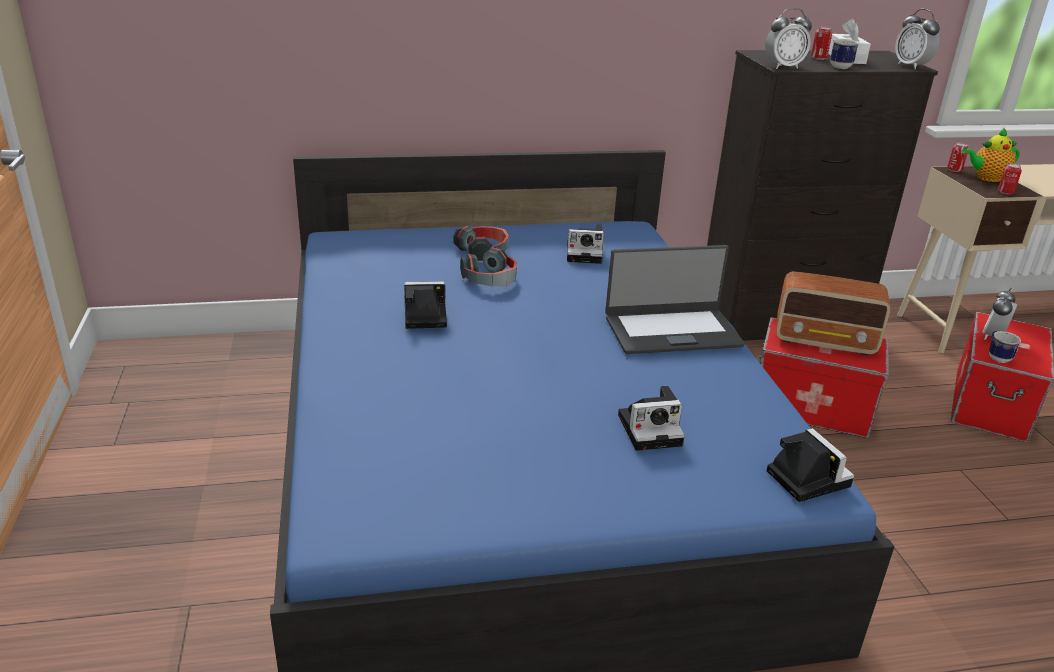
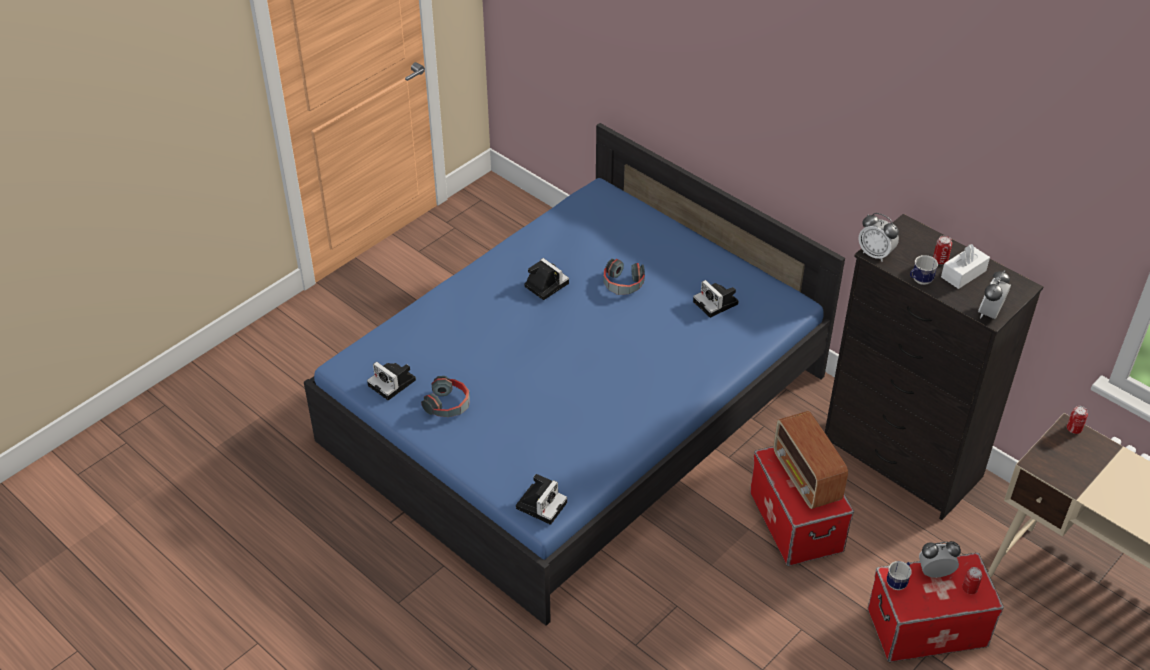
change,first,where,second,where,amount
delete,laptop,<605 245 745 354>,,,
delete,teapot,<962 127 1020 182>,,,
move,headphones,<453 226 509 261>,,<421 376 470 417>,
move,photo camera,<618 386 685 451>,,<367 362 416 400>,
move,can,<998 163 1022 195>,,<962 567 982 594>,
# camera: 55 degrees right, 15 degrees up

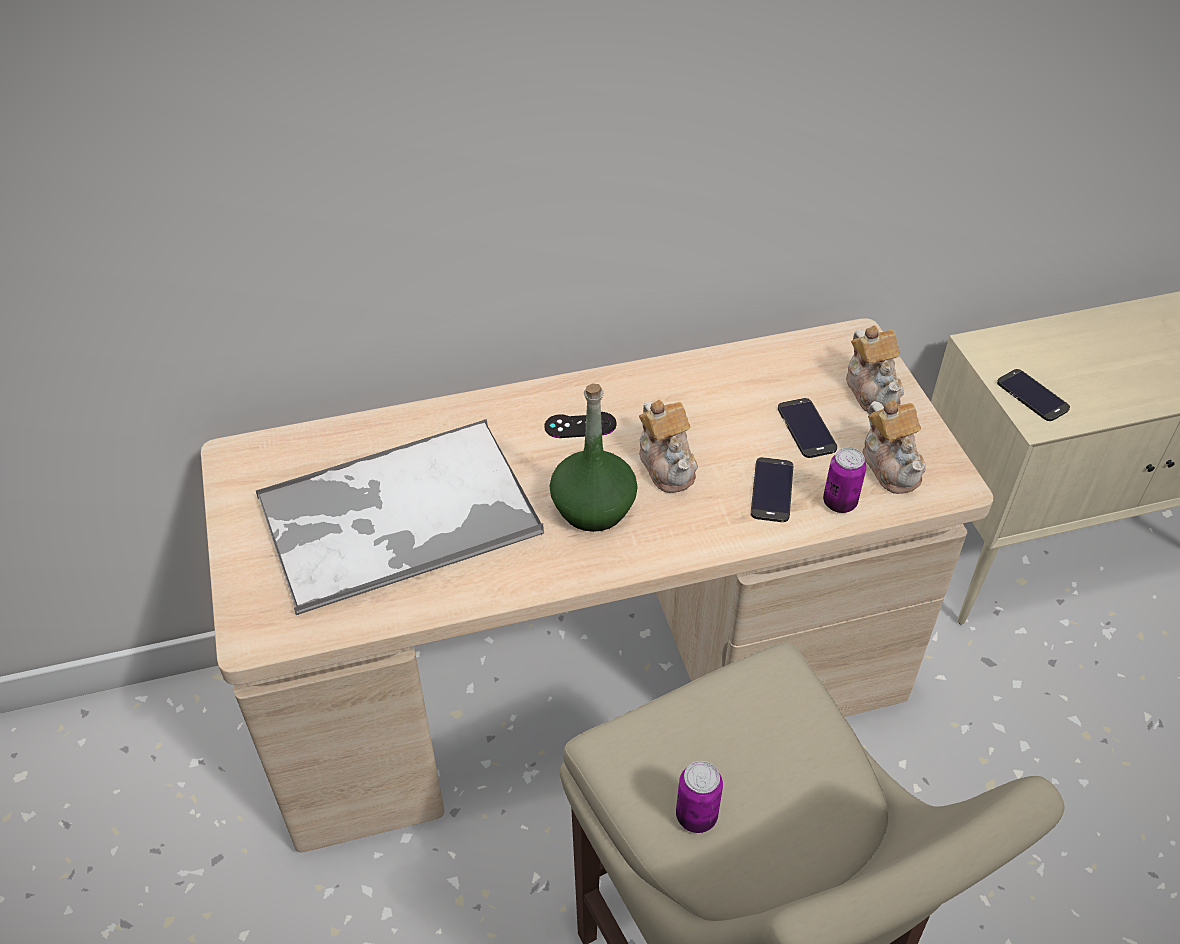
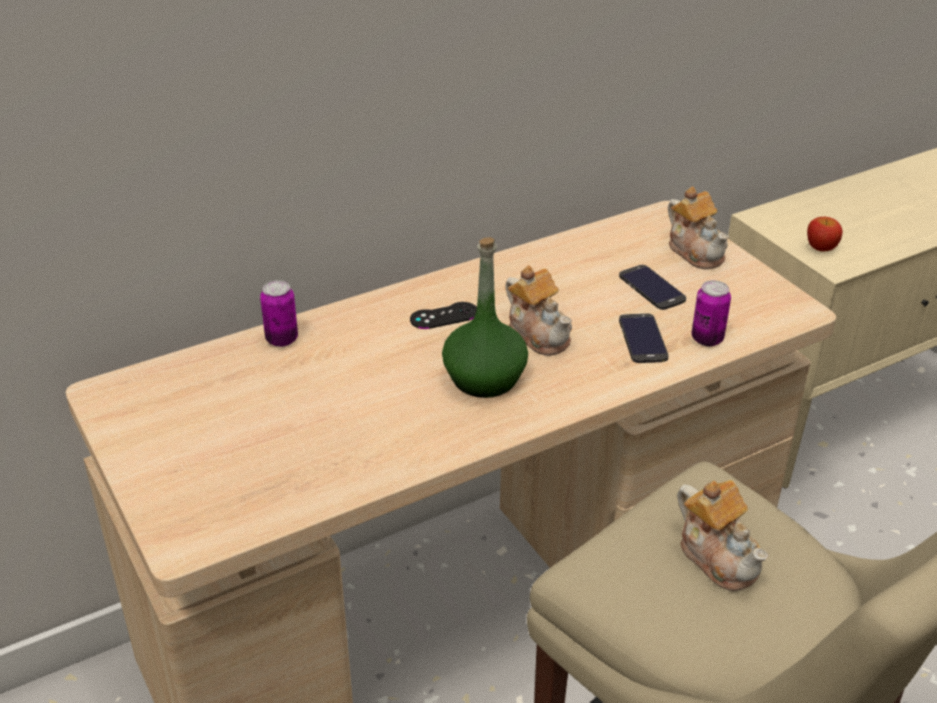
change,first,where,second,where,amount
delete,tray,<256 419 544 615>,,,
move,can,<676 761 723 833>,,<260 280 298 347>,
move,teapot,<862 400 926 494>,,<677 480 768 591>,
replace,phone,<997 369 1070 421>,apple,<807 217 843 252>,
# camera: 15 degrees left, 10 degrees down

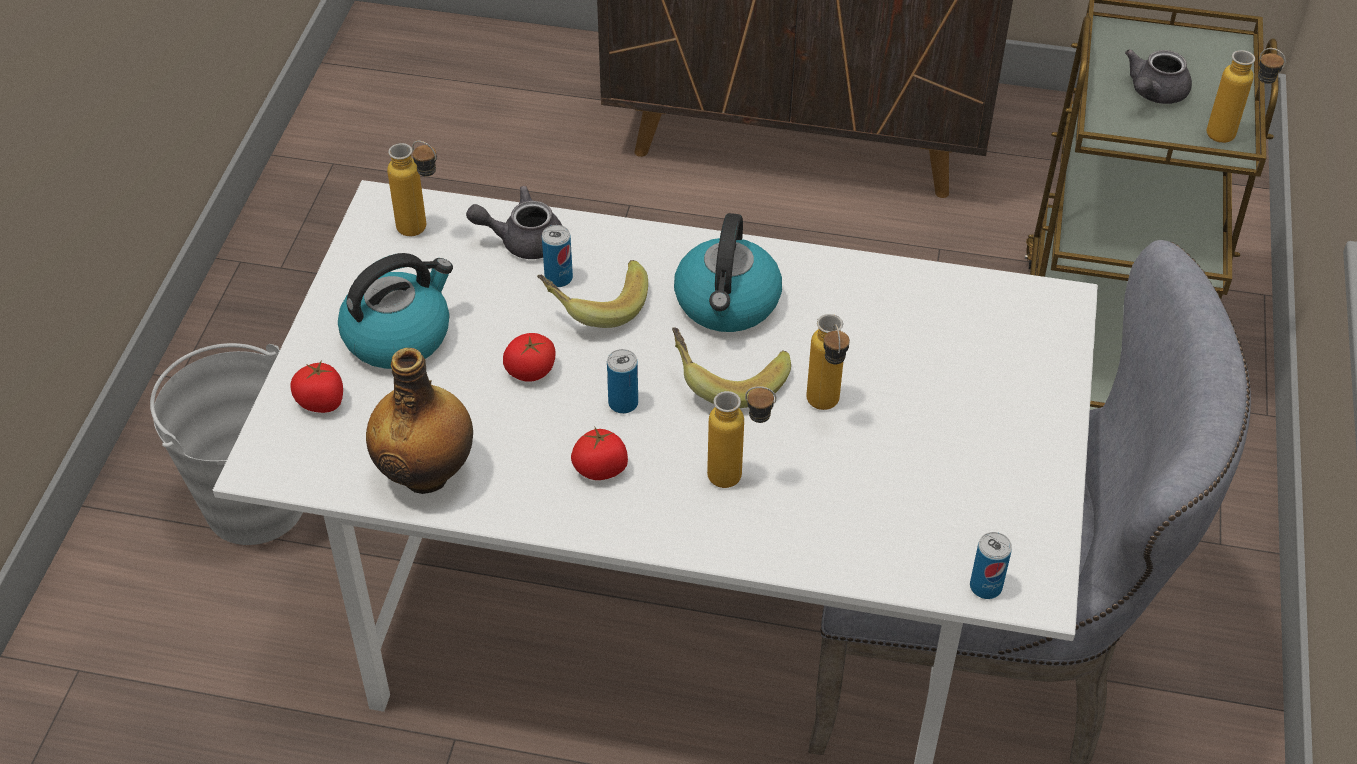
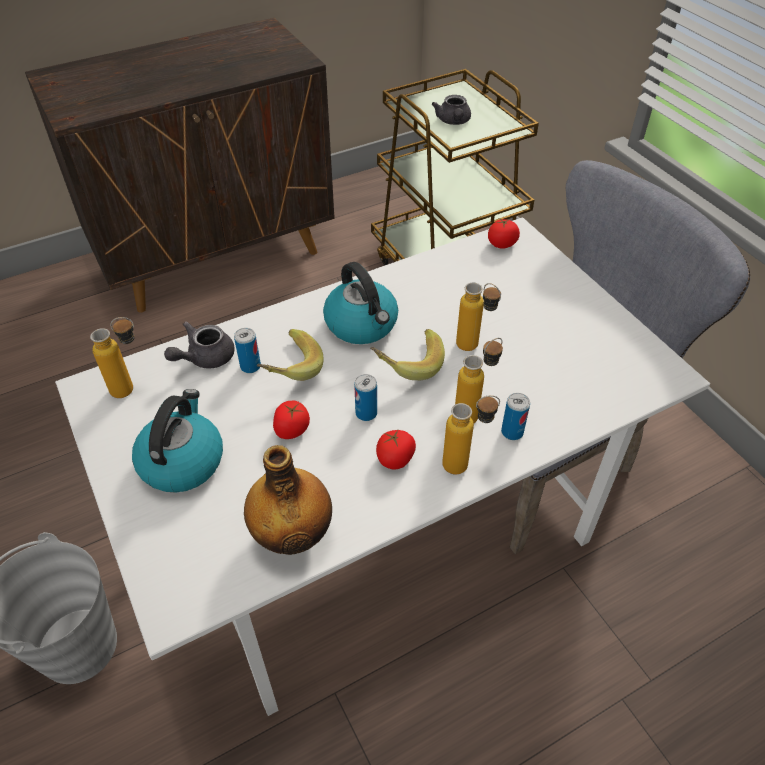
change,first,where,second,where,amount
move,tomato,<290 359 343 413>,,<488 219 520 249>,
move,can,<970 532 1012 599>,,<501 393 530 440>,
move,bottle,<1207 48 1286 143>,,<442 395 500 475>,
# camera: 40 degrees left, 0 degrees up

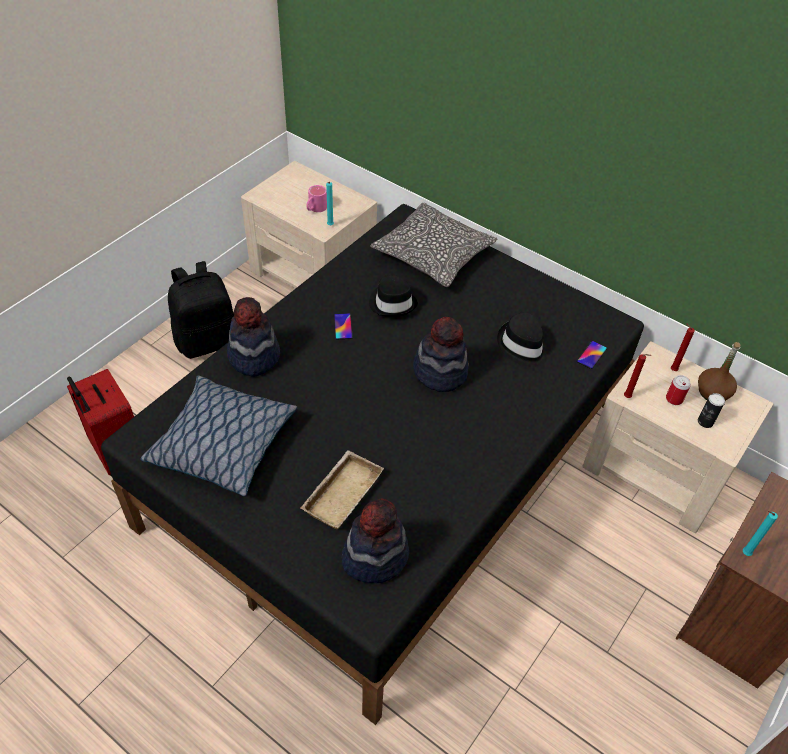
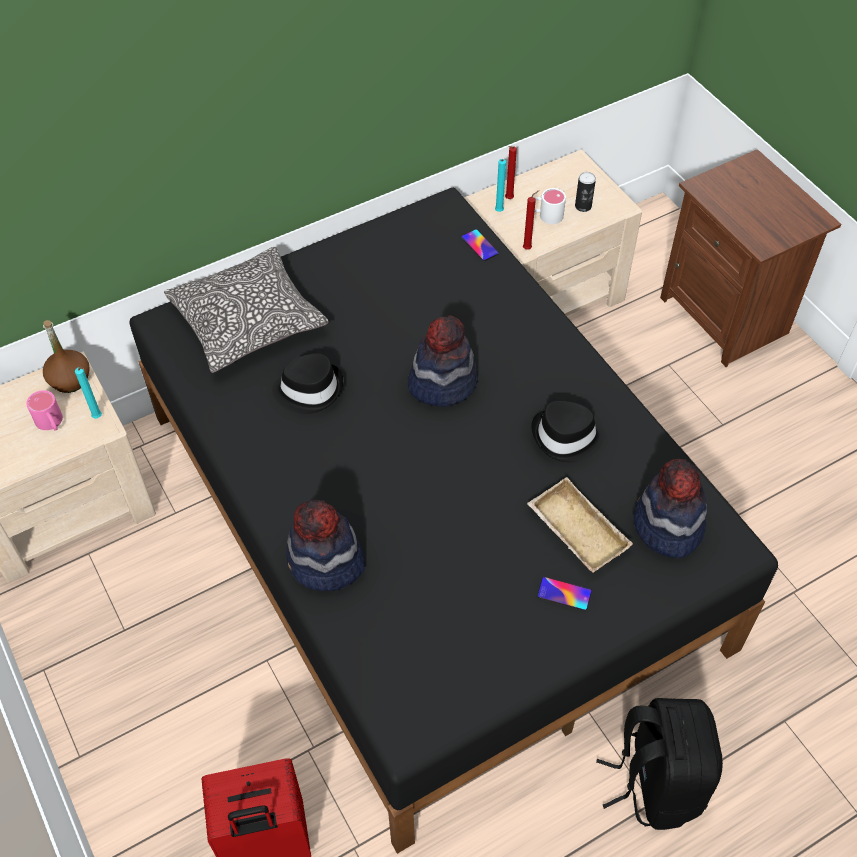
change,first,where,second,where,amount
delete,pillow,<141 375 297 496>,,,
move,black backpack,<168 261 234 359>,,<596 698 723 830>,
move,phone,<334 313 353 339>,,<537 577 592 610>,
move,black hat,<497 312 549 367>,,<531 401 605 462>,
move,brown bottle,<698 342 741 401>,,<43 320 90 393>,
move,turquoise candle,<743 511 778 556>,,<495 159 506 212>,
replace,can,<666 375 691 405>,white mug,<535 188 566 224>,
# camera: 65 degrees left, 5 degrees up

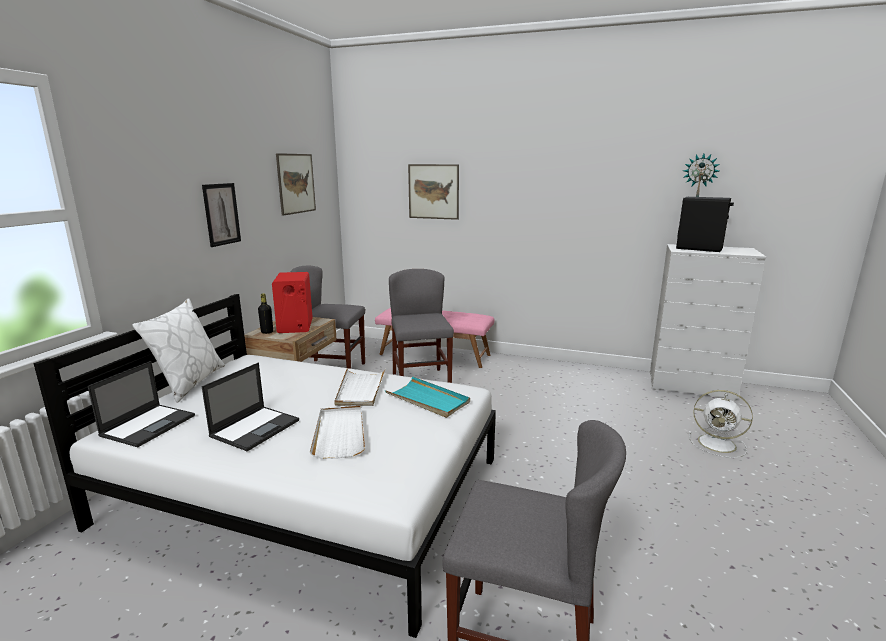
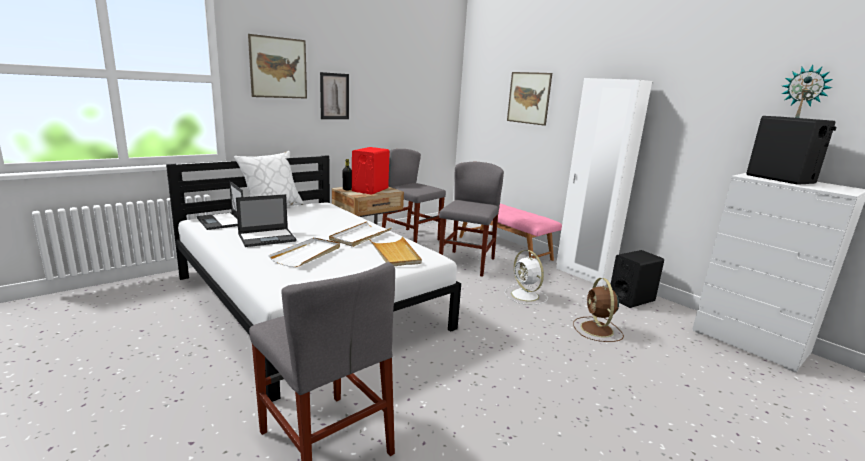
change,first,where,second,where,amount
insert,,,white wardrobe,<556 78 652 286>,
insert,,,brown fan,<574 278 624 342>,
insert,,,black speaker,<611 250 664 308>,
move,picture,<276 153 316 216>,,<248 34 307 99>,
move,white fan,<689 390 753 458>,,<505 250 548 305>,
recolor,turquoise tray,<385 376 470 418>,beige tray,<369 236 422 266>,
rotate,laptop,<88 361 195 447>,,<197 181 243 230>,90 degrees clockwise
# camera: 30 degrees right, 0 degrees up

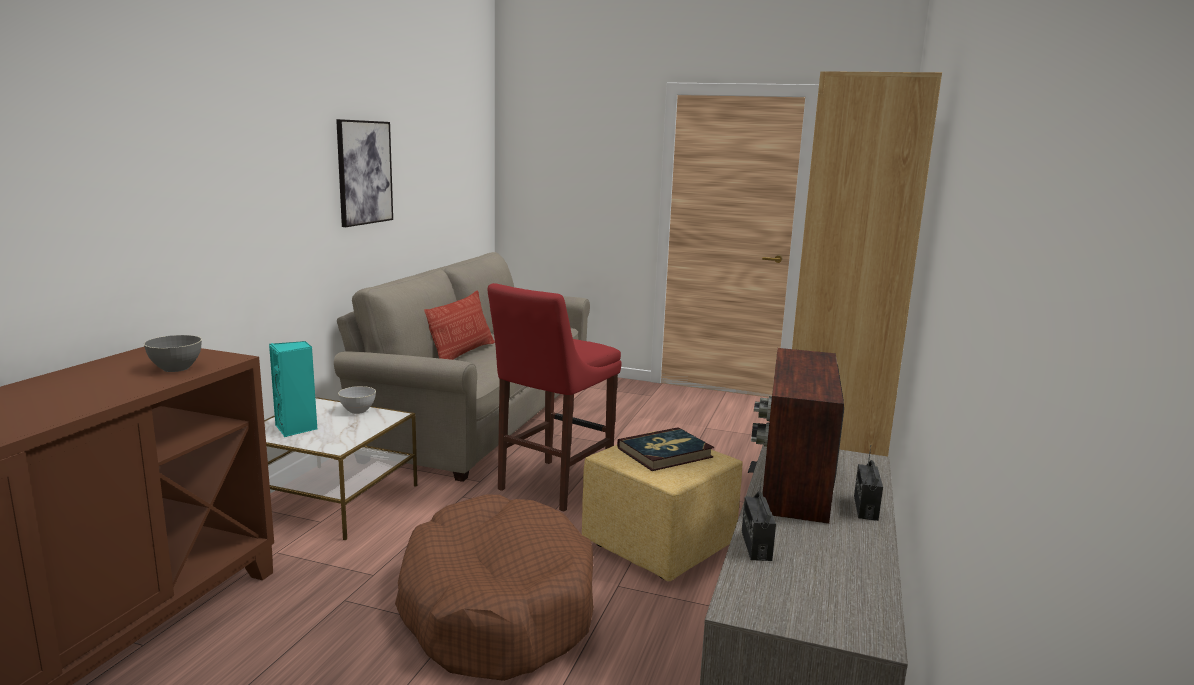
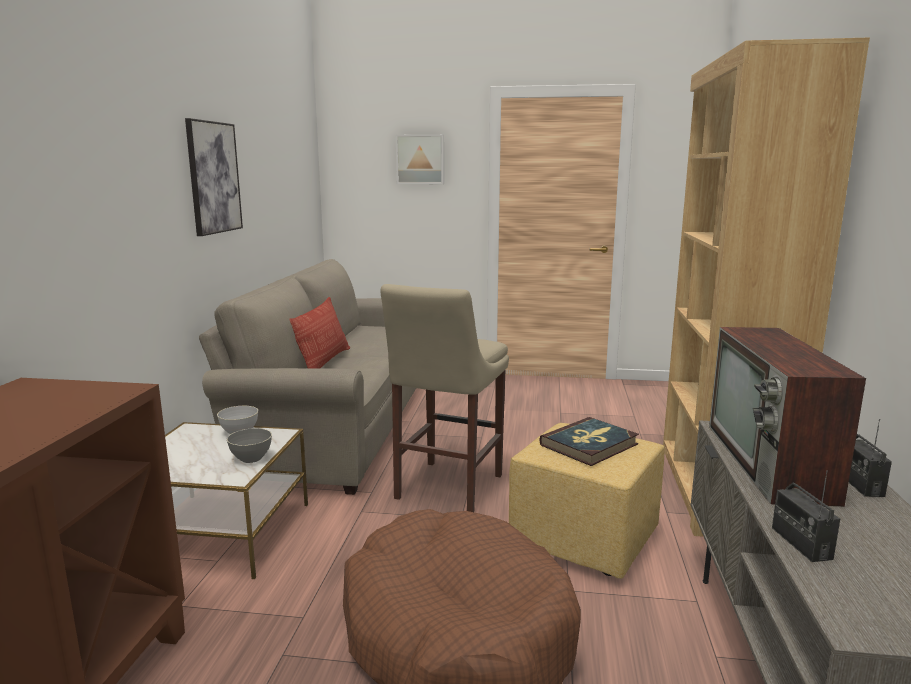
change,first,where,second,where,amount
delete,turquoise speaker,<269 341 318 437>,,,
insert,,,picture,<396 134 444 184>,
move,grey bowl,<144 335 202 372>,,<227 428 272 463>,
recolor,red stool,<488 283 622 512>,beige stool,<381 284 509 512>,
# camera: 10 degrees left, 0 degrees up

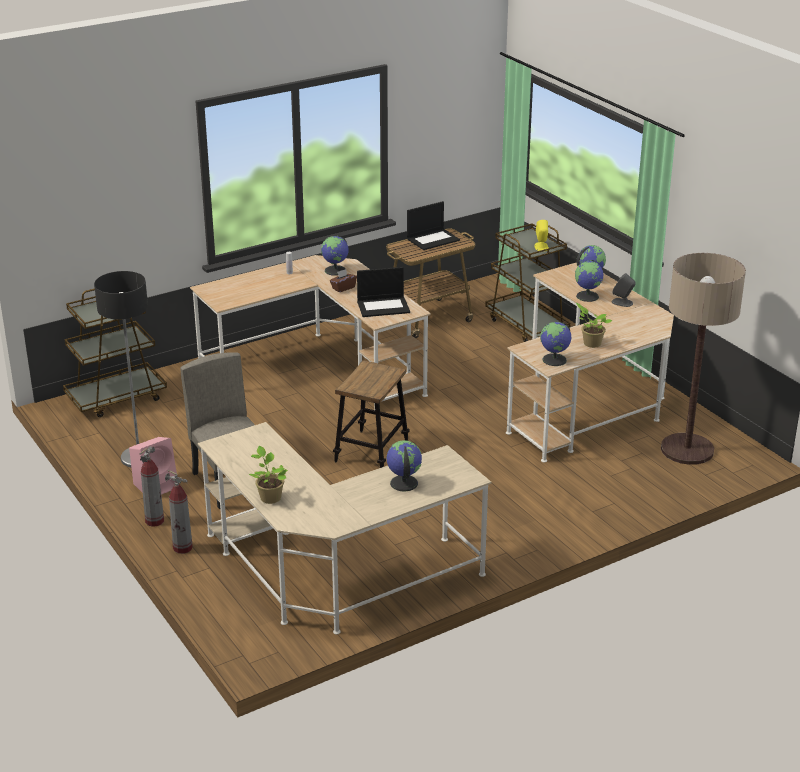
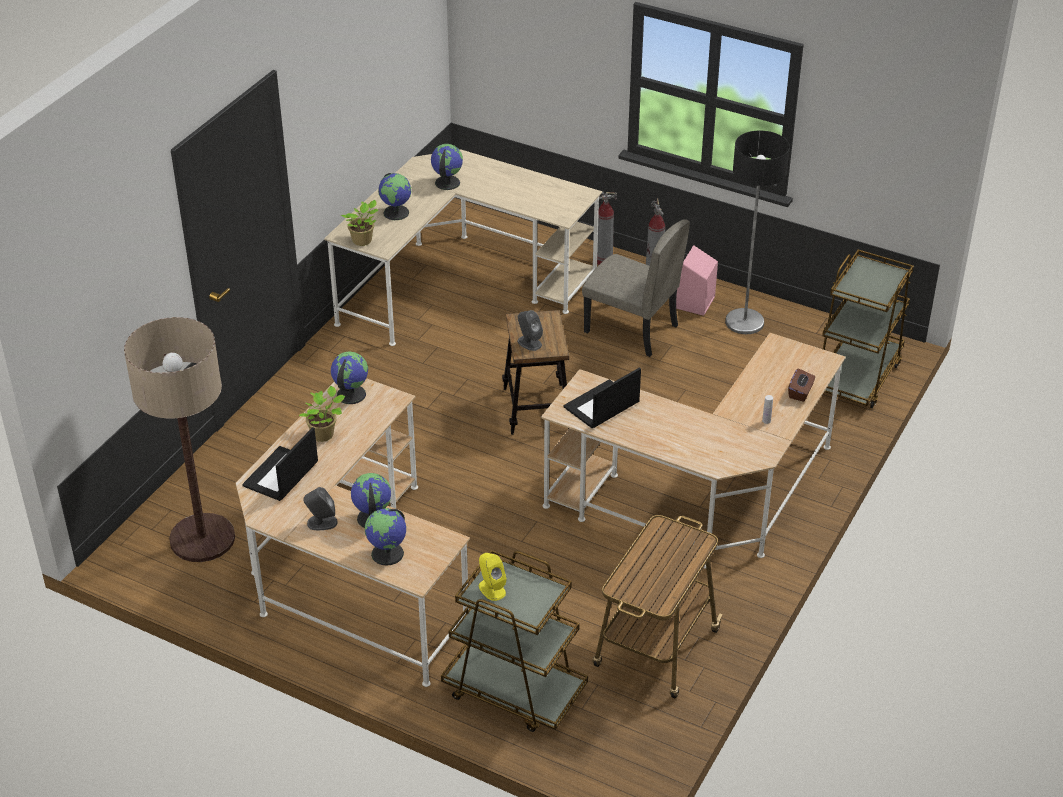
change,first,where,second,where,amount
insert,,,grey speaker,<517 310 543 351>,
move,potted plant,<249 446 288 504>,,<340 200 378 246>,
move,globe,<321 236 349 276>,,<431 144 463 190>,
move,brown tissue box,<330 269 357 292>,,<788 368 815 402>,
move,laptop,<407 201 460 250>,,<242 427 318 501>,
# camera: 150 degrees right, 10 degrees up

